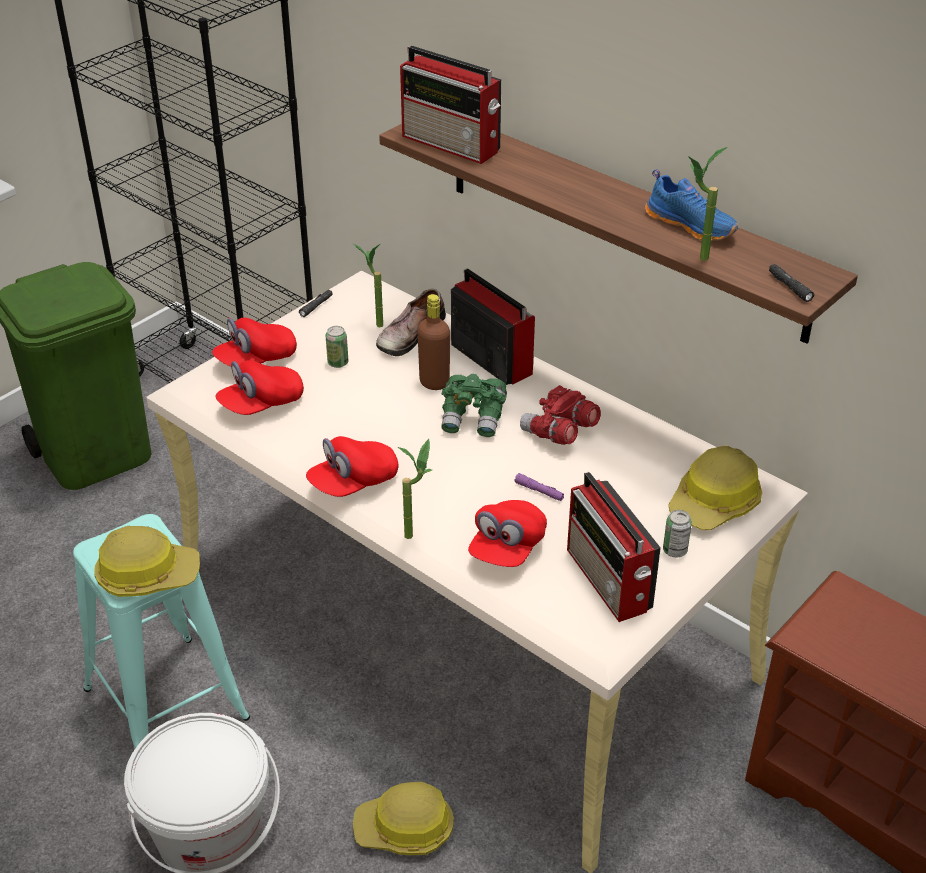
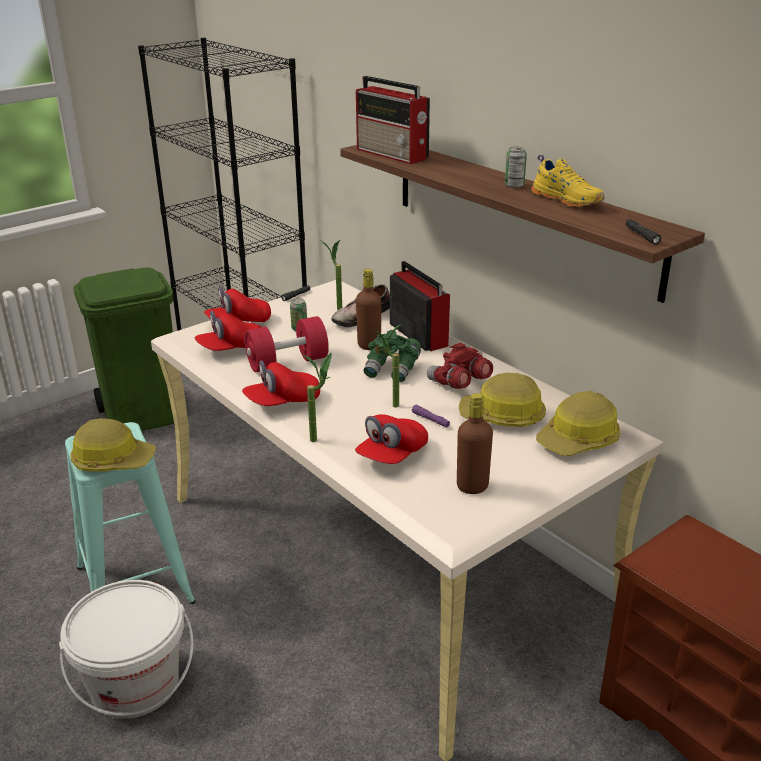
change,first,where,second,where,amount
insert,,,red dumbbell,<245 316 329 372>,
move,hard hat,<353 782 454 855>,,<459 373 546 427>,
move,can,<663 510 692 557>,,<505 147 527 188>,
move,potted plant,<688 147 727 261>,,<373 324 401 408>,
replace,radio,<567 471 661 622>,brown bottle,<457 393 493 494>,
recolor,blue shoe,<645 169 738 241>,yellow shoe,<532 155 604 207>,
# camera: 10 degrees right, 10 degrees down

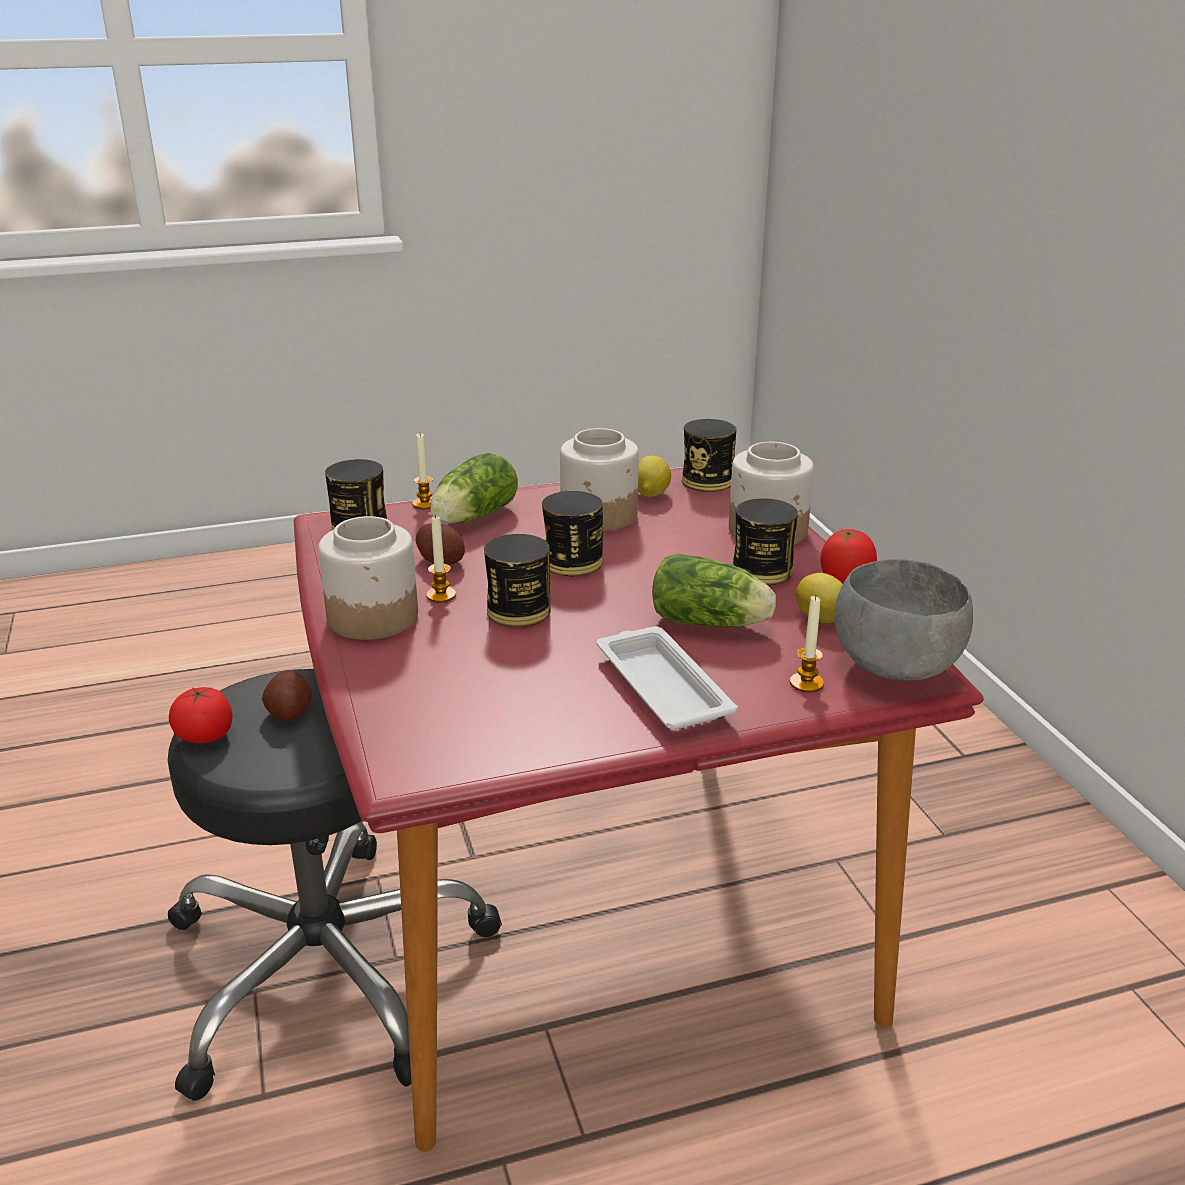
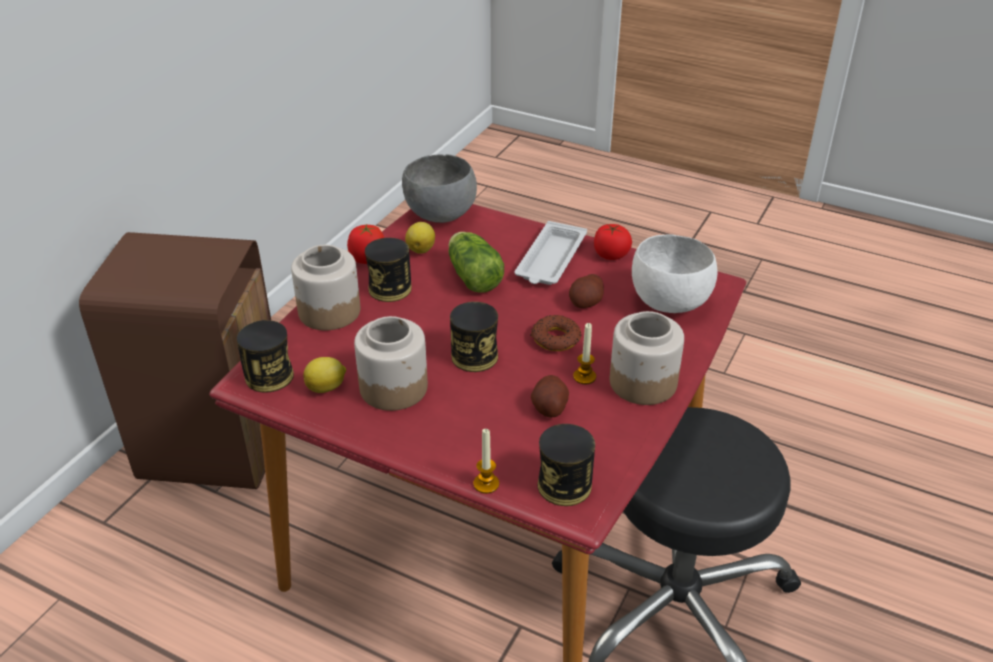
change,first,where,second,where,amount
delete,lettuce,<430 453 518 523>,,,
delete,candle,<790 596 824 693>,,,
insert,,,brown trash can,<79 232 271 489>,
insert,,,white bowl,<632 234 718 313>,
move,tomato,<169 687 233 744>,,<594 224 632 260>,
move,potato,<262 670 312 721>,,<569 274 604 308>,
replace,can,<484 534 551 627>,donut,<531 315 581 351>,
# camera: 135 degrees left, 10 degrees up

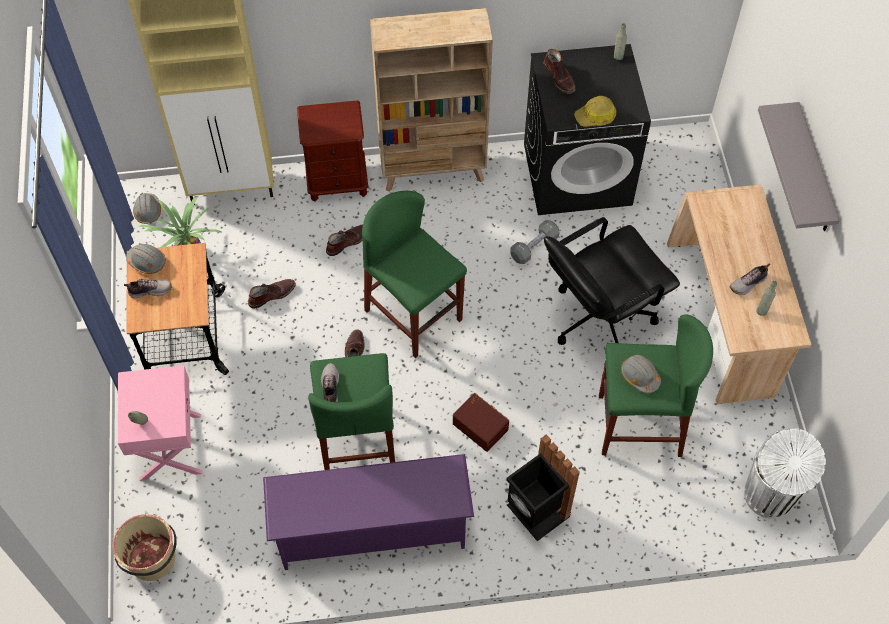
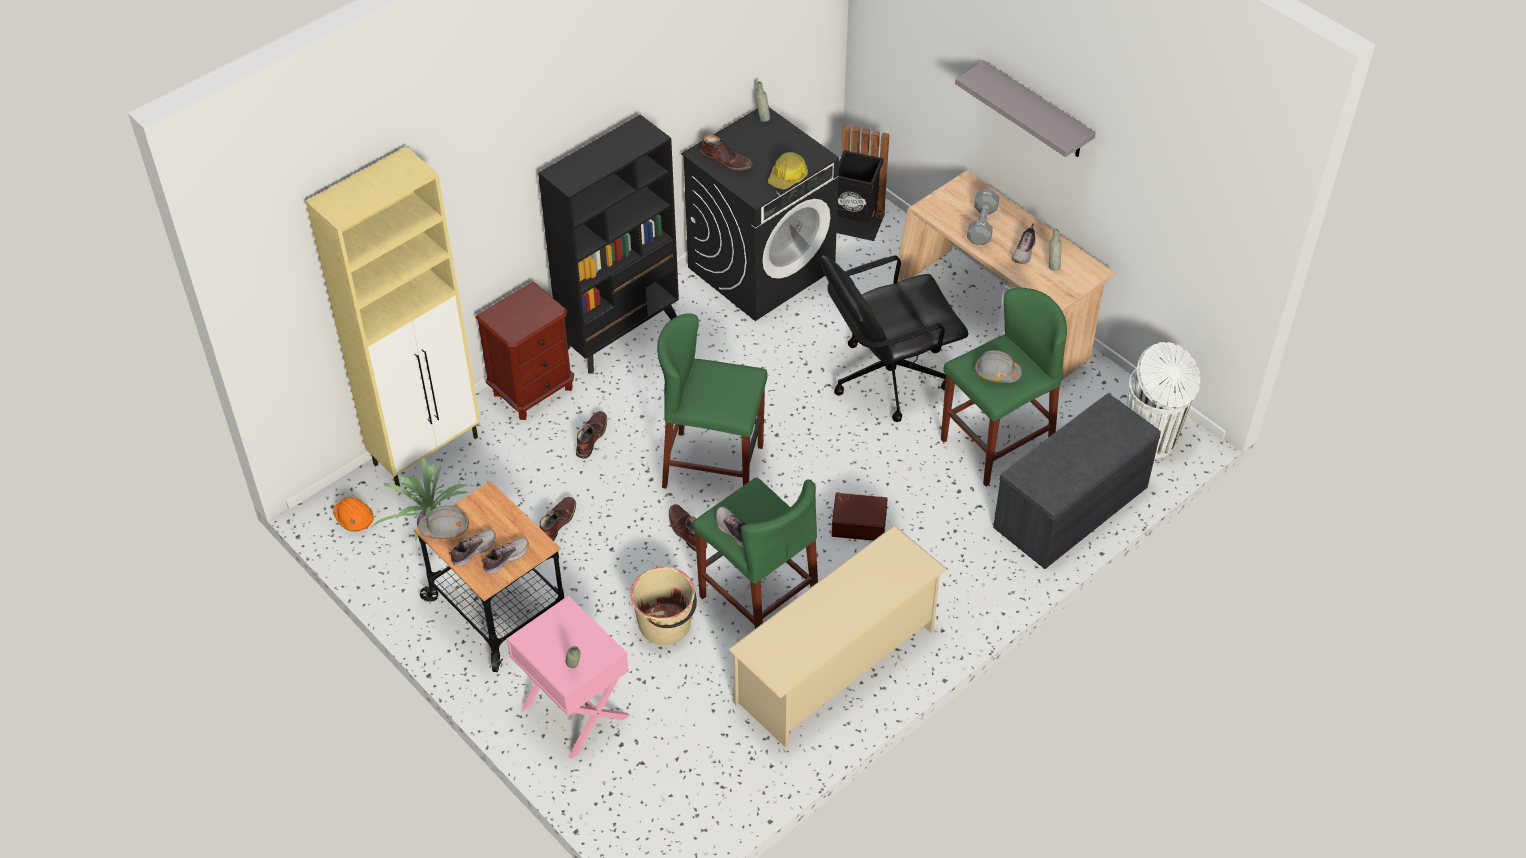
change,first,where,second,where,amount
insert,,,shoe,<481 537 529 574>,
insert,,,grey bench,<993 394 1161 569>,
move,beige bucket,<113 514 177 581>,,<630 567 697 645>,
move,black trash can,<506 434 580 541>,,<837 125 889 241>,
move,grey dumbbell,<510 220 559 264>,,<967 189 999 245>,
recolor,grey hard hat,<133 193 161 224>,orange hard hat,<333 497 374 532>,
recolor,purple shoe rack,<263 454 474 570>,beige shoe rack,<728 525 947 748>,
recolor,beige bookcase,<370 8 493 192>,black bookcase,<538 115 679 374>,
rotate,black office chair,<544 217 680 345>,,<821 255 969 422>,45 degrees clockwise
# camera: 35 degrees left, 10 degrees down

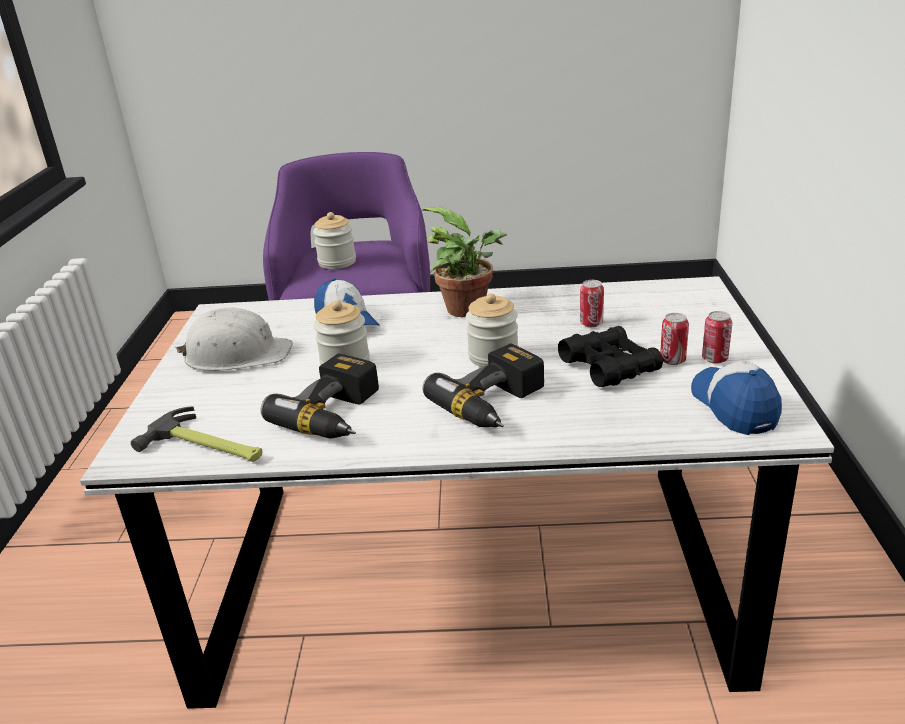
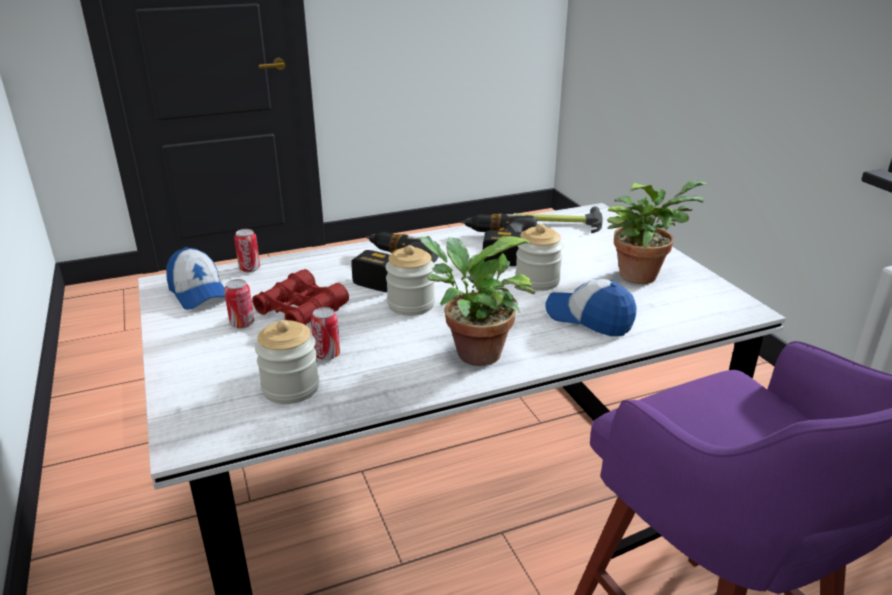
change,first,where,second,where,amount
move,jar,<313 212 356 269>,,<255 320 319 404>,
move,can,<702 311 732 364>,,<234 229 260 272>,
replace,white hard hat,<176 307 293 371>,potted plant,<607 180 708 284>,
recolor,black binoculars,<558 326 663 387>,red binoculars,<252 269 349 325>,
# camera: 155 degrees right, 0 degrees up

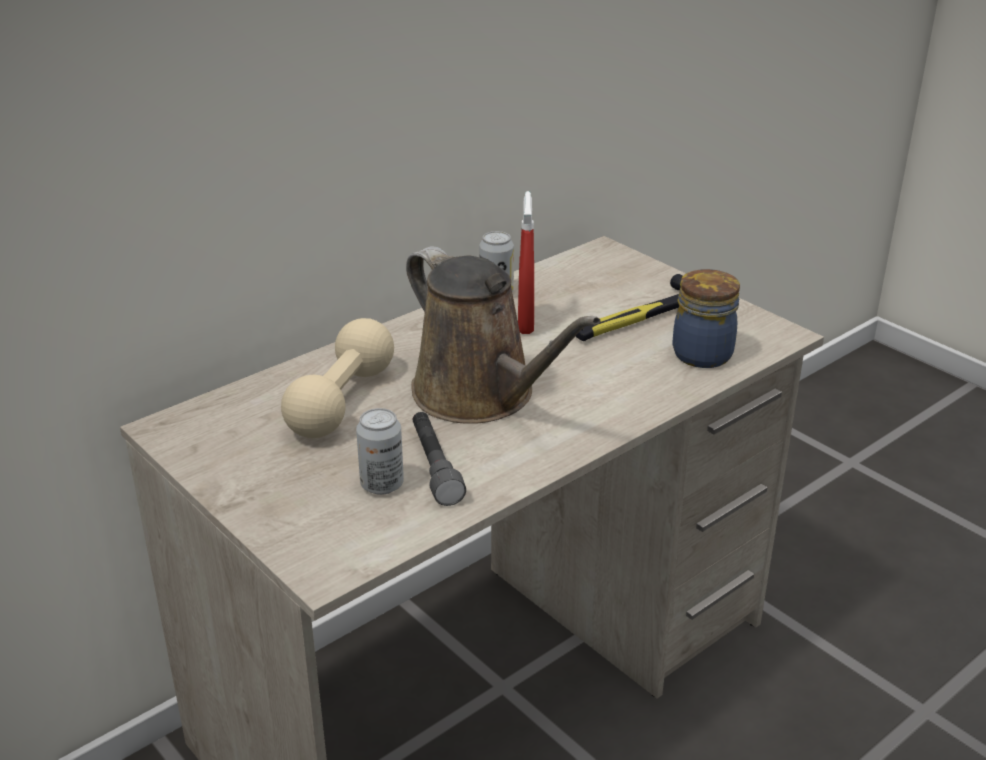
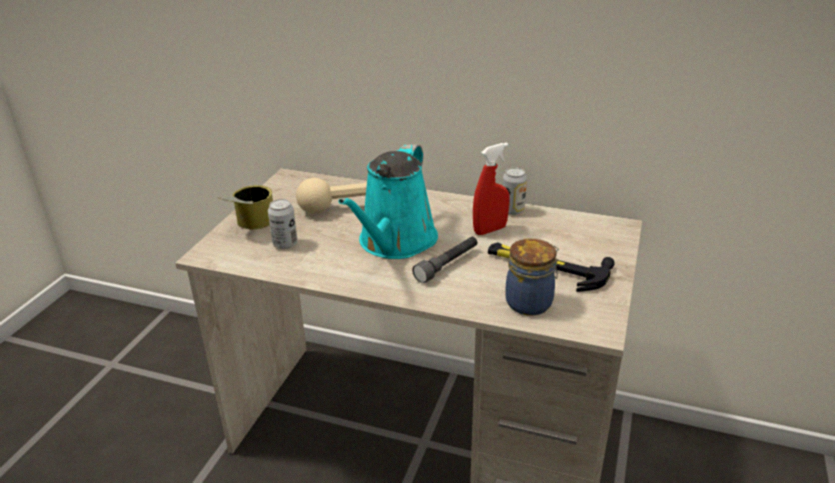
change,first,where,second,where,amount
insert,,,can,<218 185 273 229>,
move,grey flashlight,<413 412 466 506>,,<412 237 477 283>,
recolor,brown watering can,<406 246 601 424>,turquoise watering can,<338 144 438 259>,
# camera: 60 degrees right, 0 degrees up

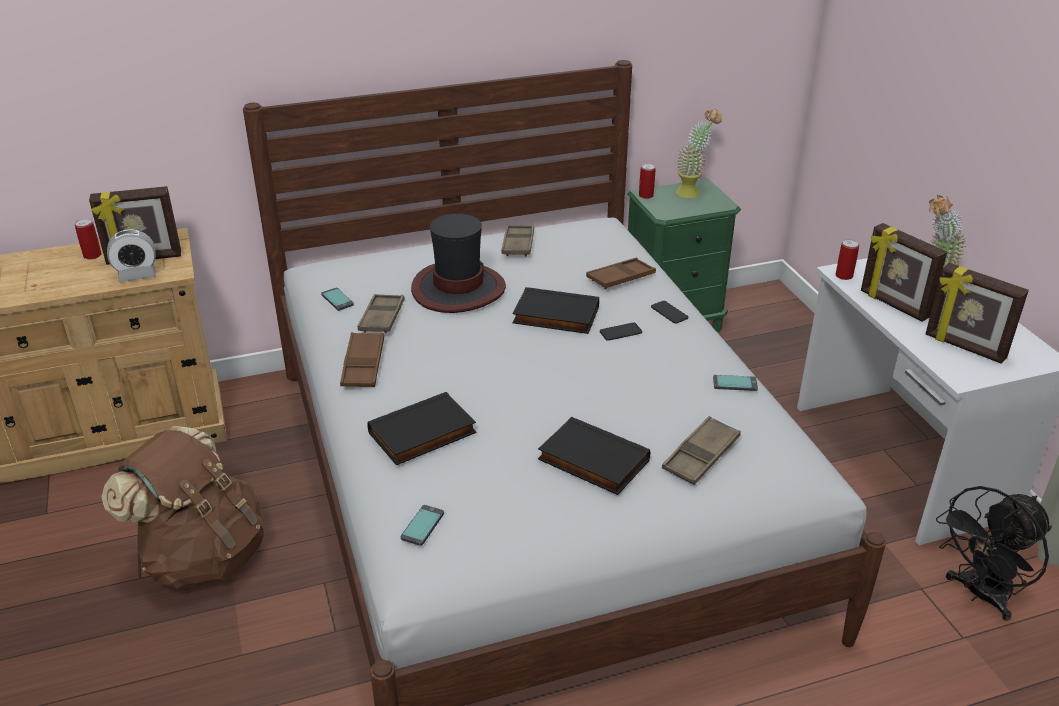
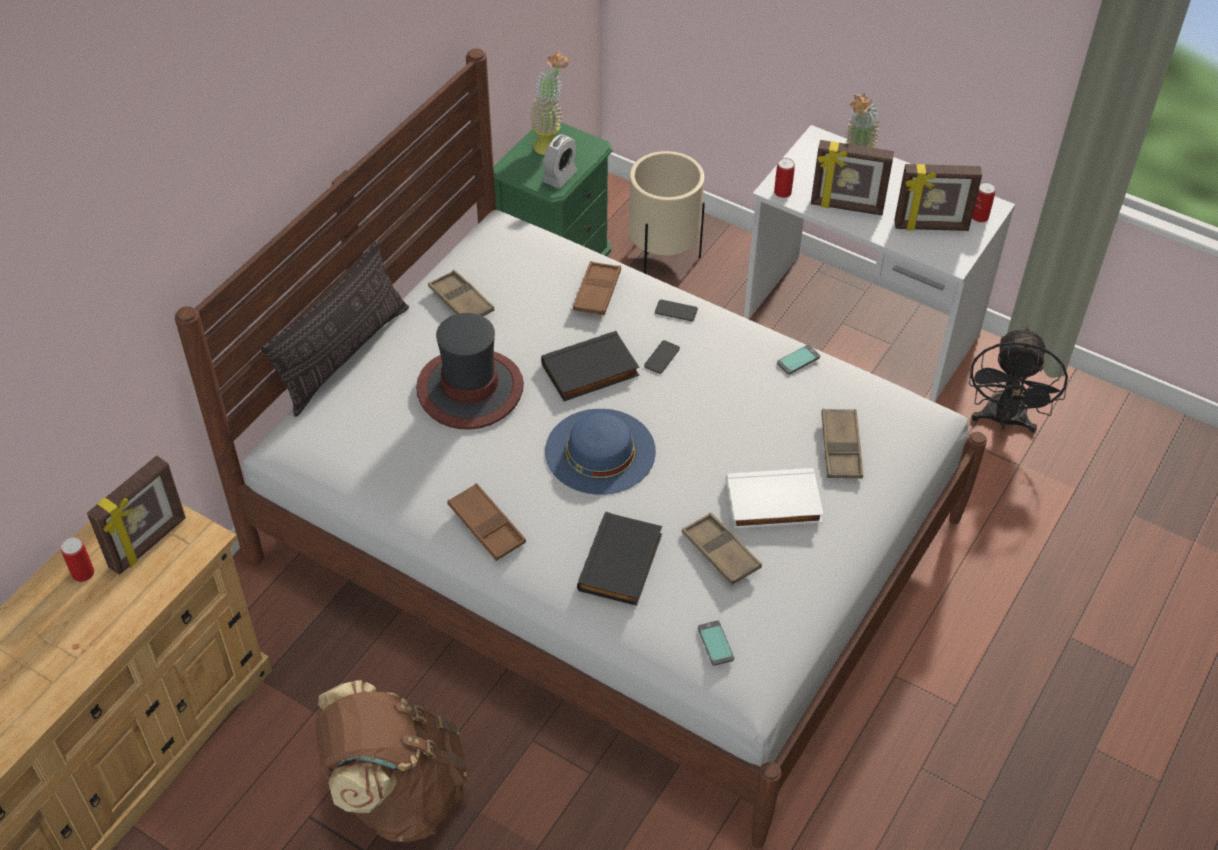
change,first,where,second,where,amount
delete,phone,<321 288 354 311>,,,
insert,,,pillow,<261 240 409 417>,
insert,,,blue hat,<545 409 656 495>,
insert,,,beige planter,<629 151 705 274>,
move,alarm clock,<107 229 156 282>,,<542 134 578 189>,
move,brown tray,<357 294 405 334>,,<682 513 762 585>,
move,can,<639 164 656 199>,,<972 182 996 222>,
recolor,black book,<538 417 650 495>,white book,<726 468 824 529>,
# camera: 40 degrees left, 15 degrees up

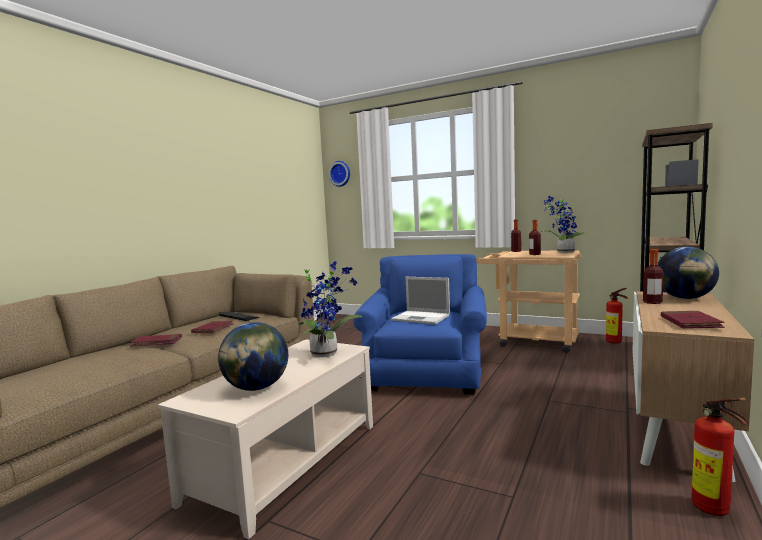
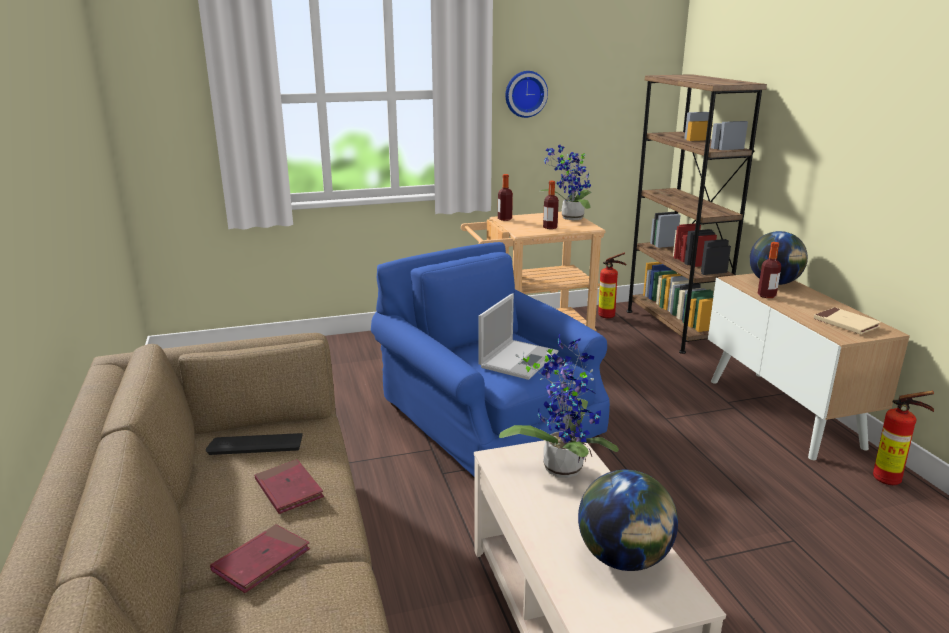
change,first,where,second,where,amount
move,wall clock,<329 161 350 187>,,<505 71 548 118>,
recolor,red book,<661 311 725 328>,beige book,<814 307 881 334>,
rotate,laptop,<391 277 450 324>,,<478 293 558 380>,45 degrees counterclockwise
# camera: 45 degrees left, 15 degrees up

